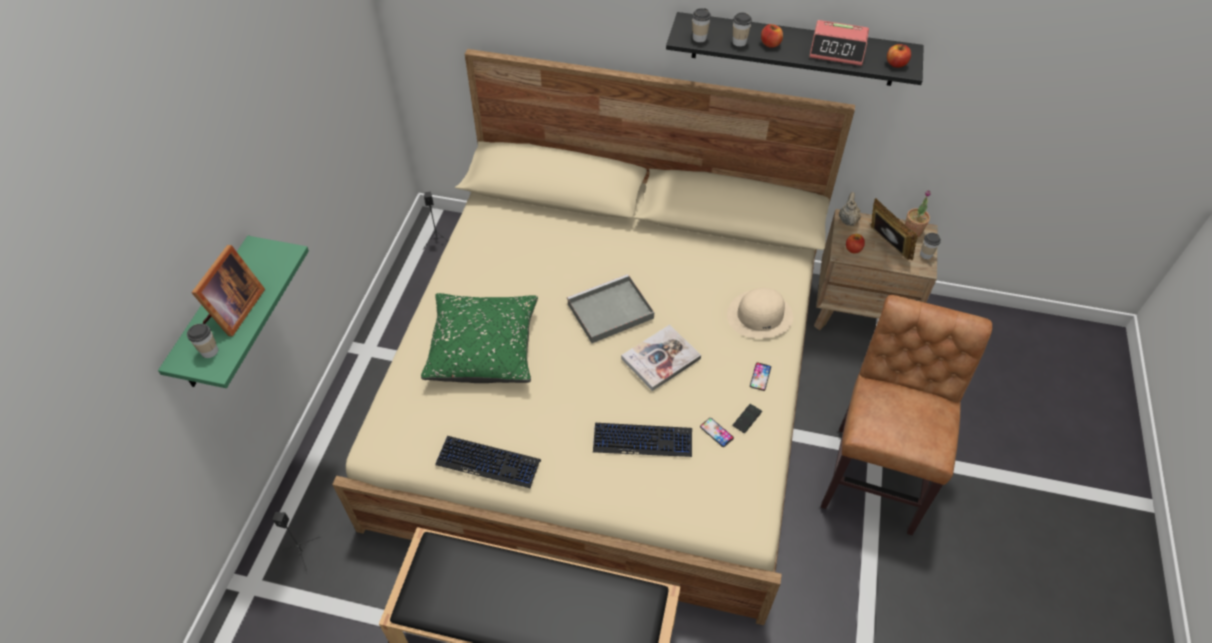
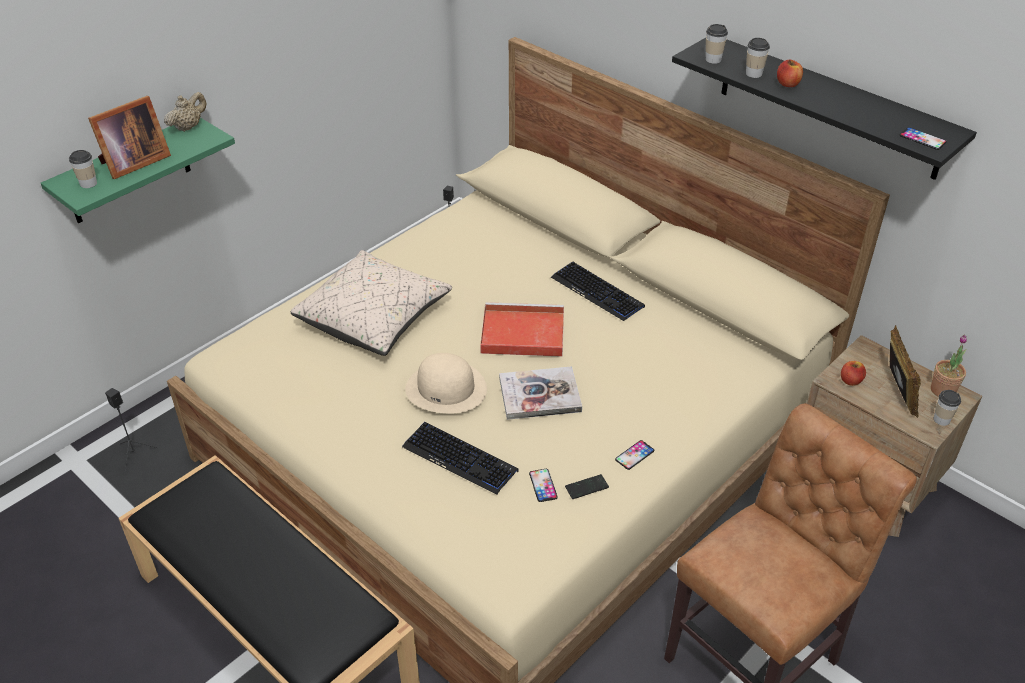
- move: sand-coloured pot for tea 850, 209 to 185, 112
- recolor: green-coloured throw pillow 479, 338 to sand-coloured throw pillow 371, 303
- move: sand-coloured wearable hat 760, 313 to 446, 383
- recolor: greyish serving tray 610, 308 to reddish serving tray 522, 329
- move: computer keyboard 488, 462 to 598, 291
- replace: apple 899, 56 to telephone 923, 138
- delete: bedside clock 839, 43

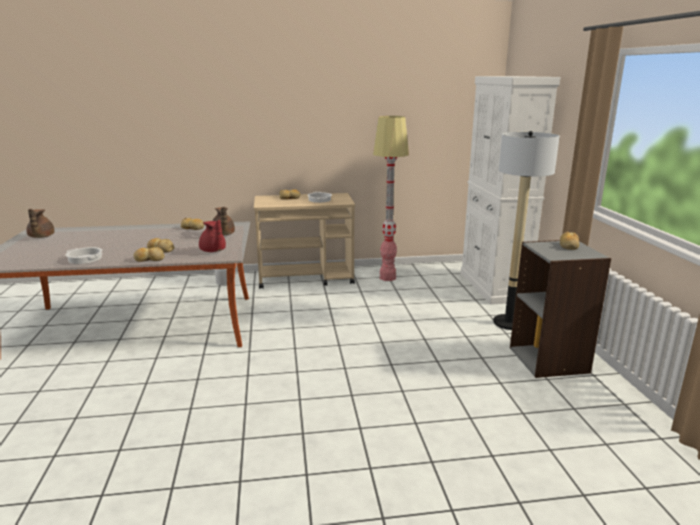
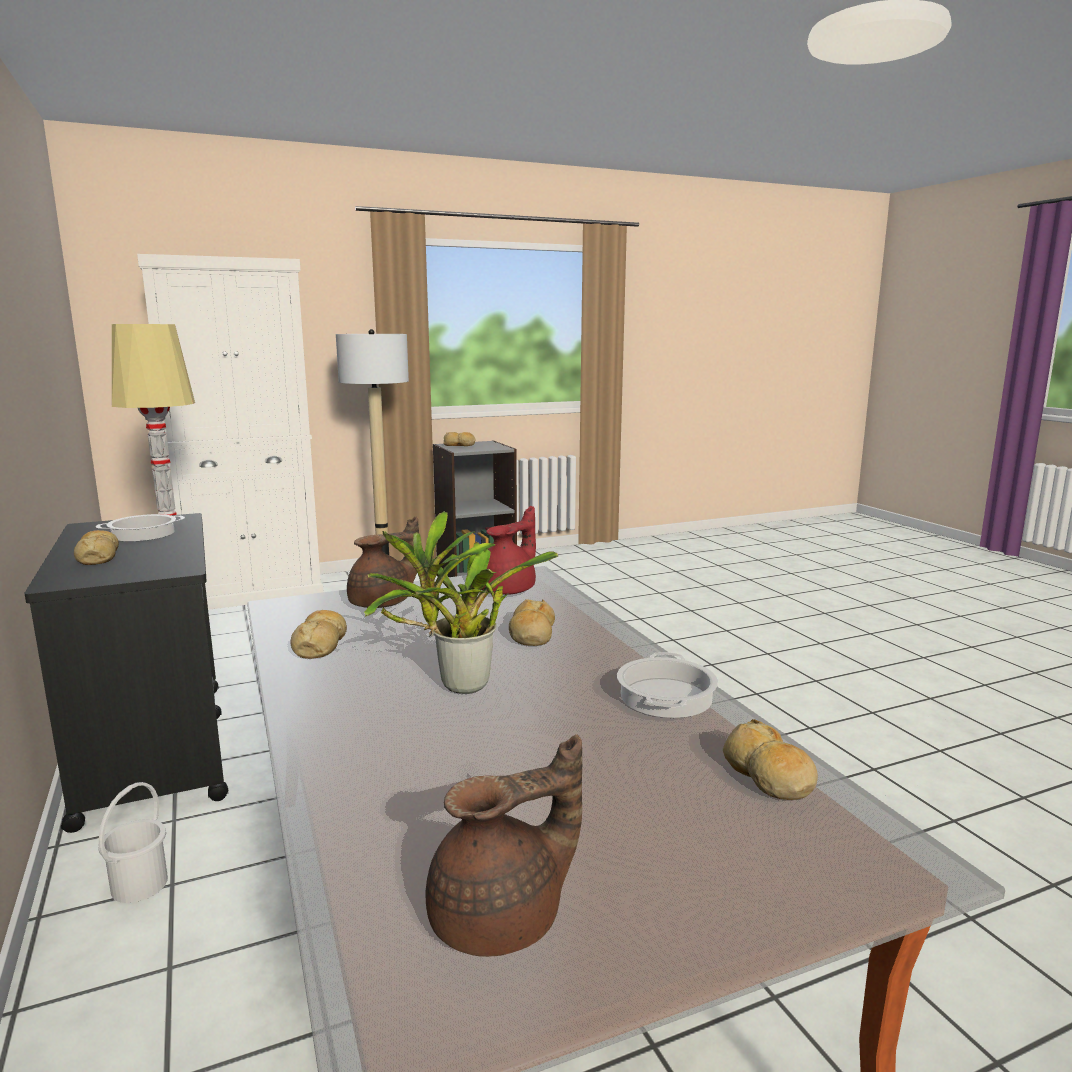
- recolor: sand-coloured cart 304, 241 to blackish cart 126, 673
- insert: plant in a pot 461, 602
- move: bakery bread 149, 254 to 770, 759

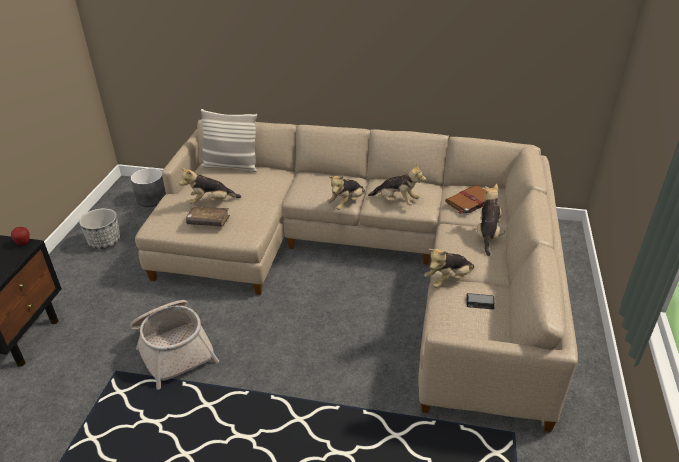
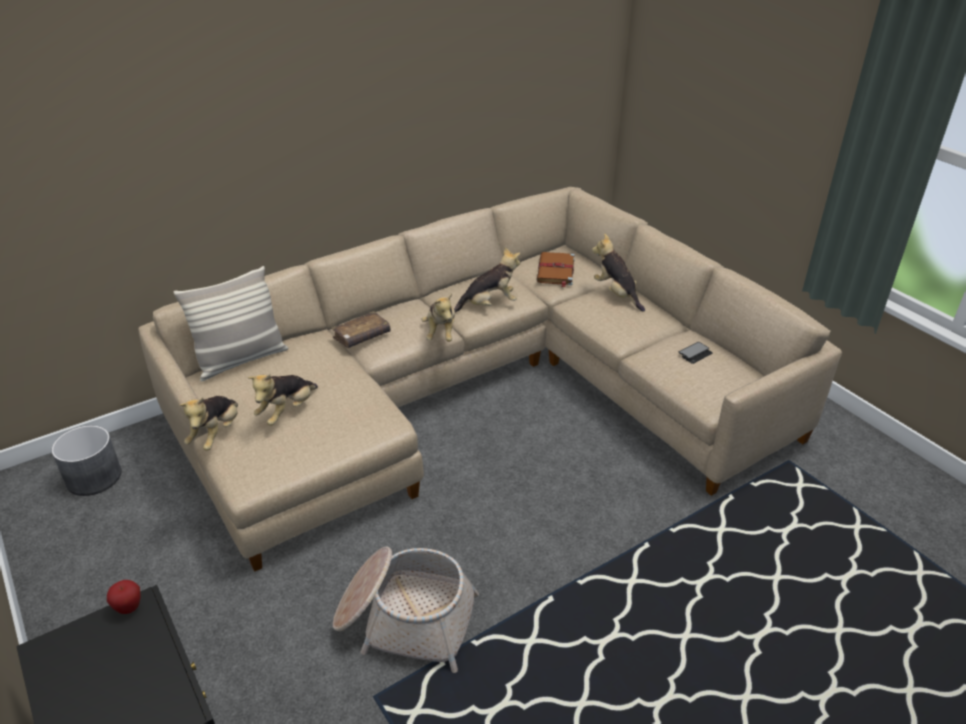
- move: cuddly toy 449, 268 to 209, 423
- move: brown bound book 208, 216 to 360, 329
- delete: flower pot 100, 228

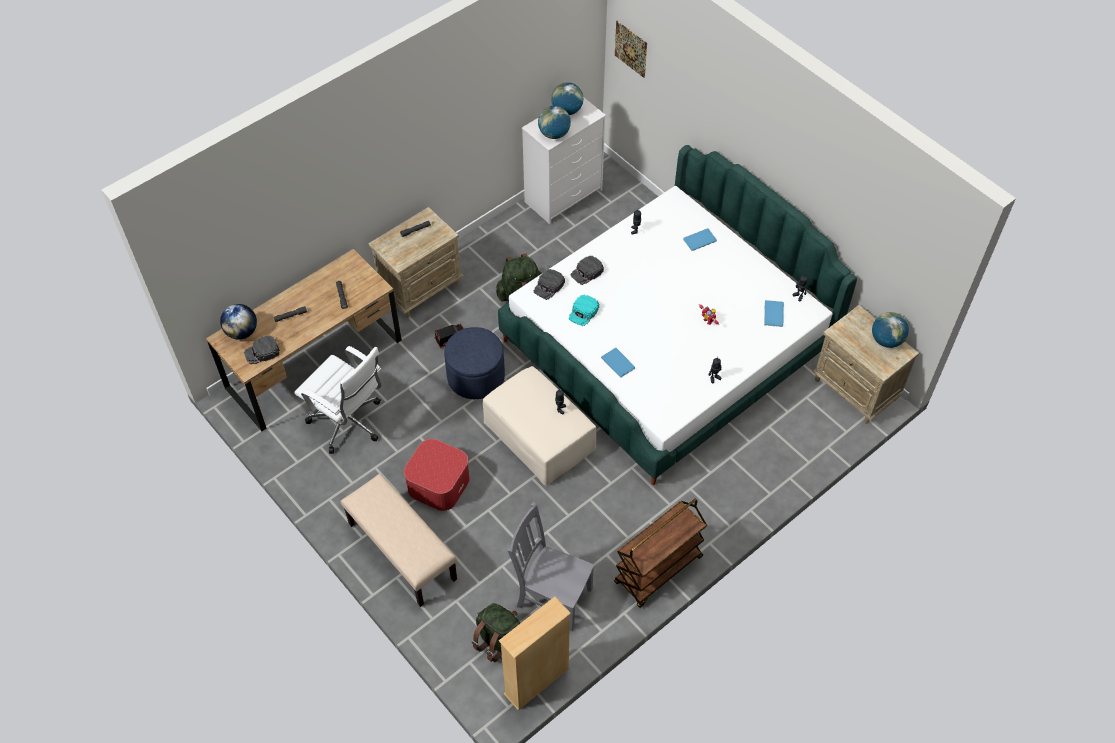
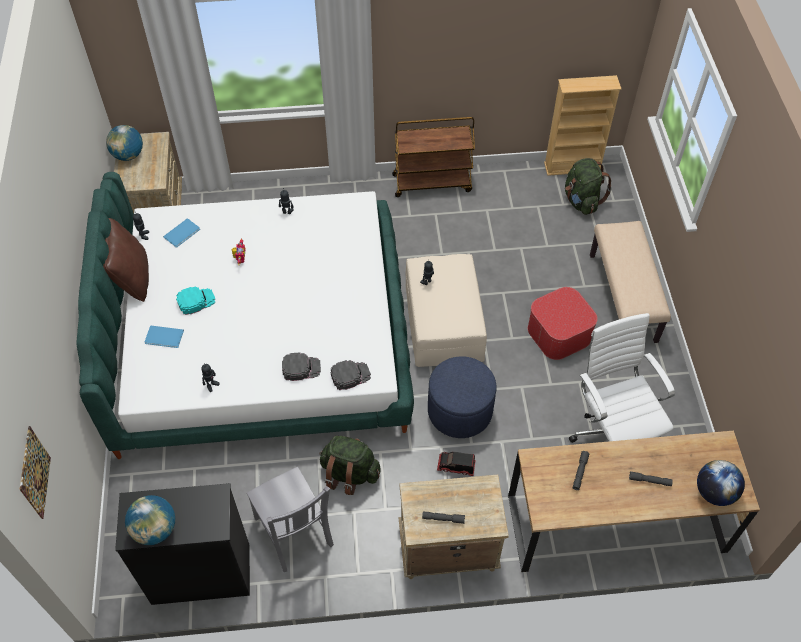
- insert: brown throw pillow 126, 260
- recolor: white-coloured dresser 564, 160 to blackish dresser 182, 544
- move: turquoise baseball cap 584, 310 to 195, 301
- move: greyish upright chair 550, 566 to 290, 519
- delete: blackish baseball cap 262, 350
- delete: world globe 554, 122
- delete: bluish bound book 618, 363

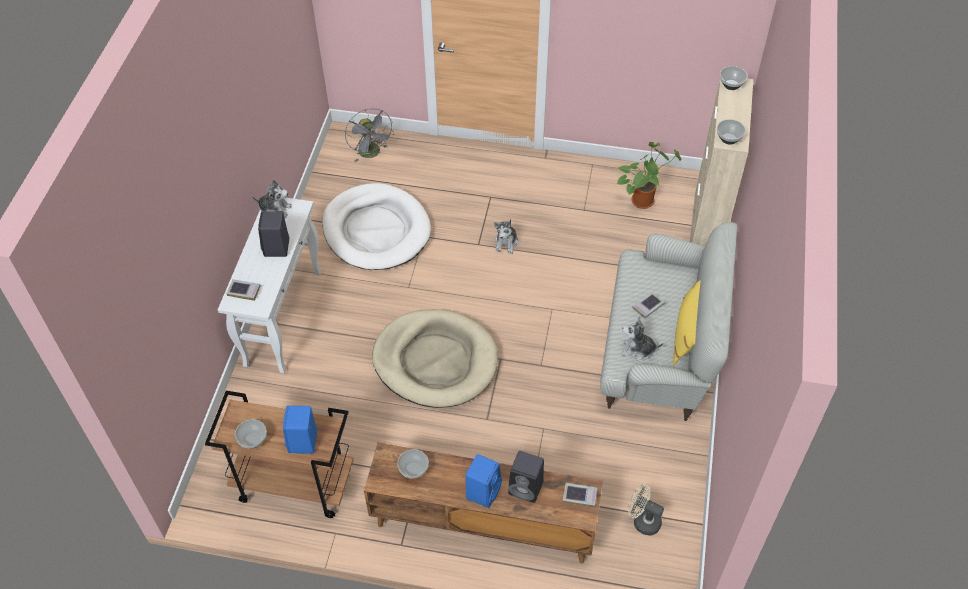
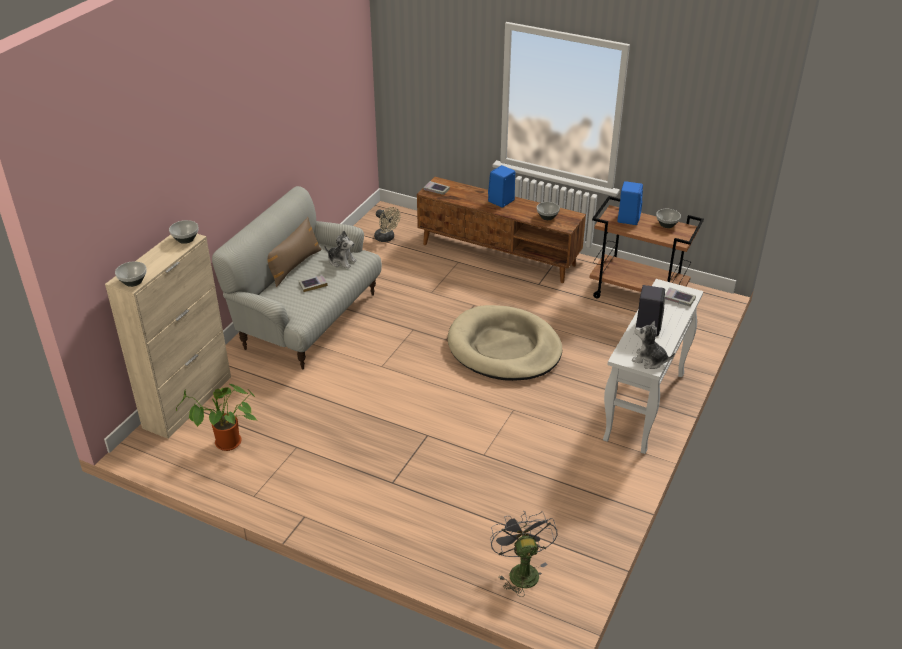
- recolor: yellow-coloured throw pillow 687, 323 to brown throw pillow 295, 252
- delete: white-coloured dog bed 376, 226
- delete: cuddly toy 506, 236
- delete: blackish speaker 526, 477

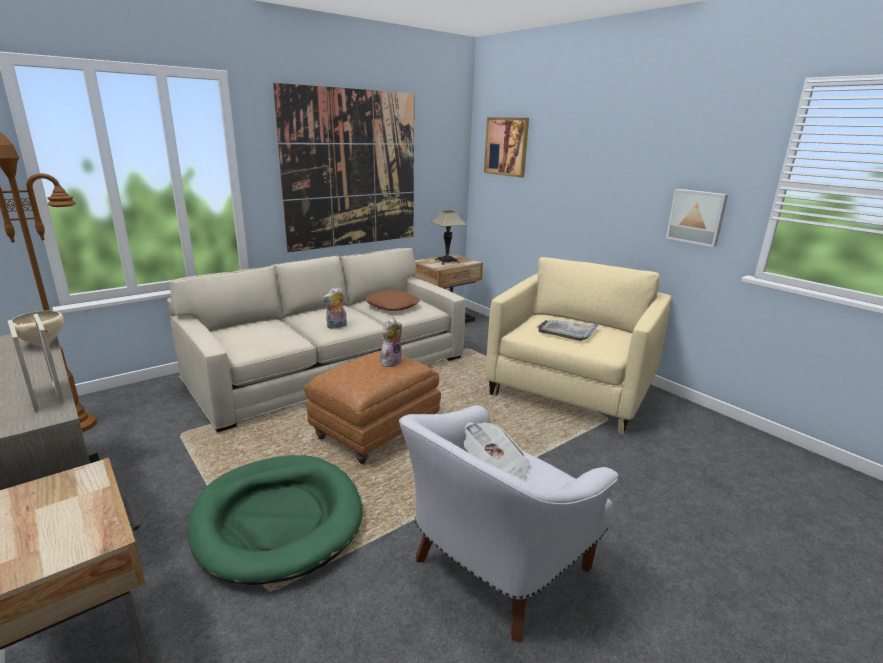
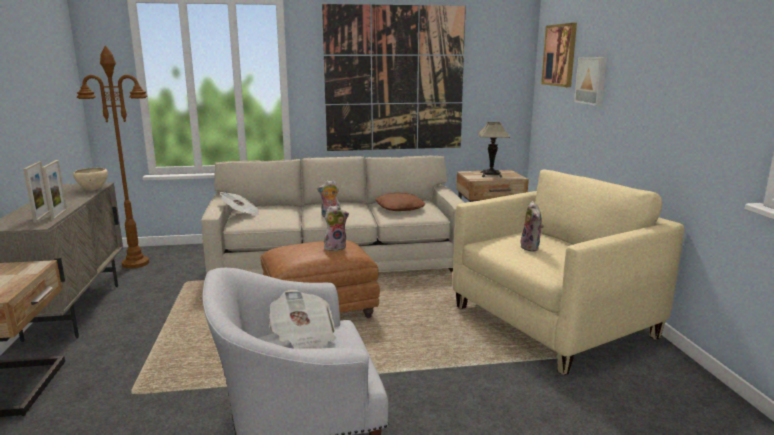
- insert: printed paper 239, 204
- replace: greyish serving tray 568, 330 to cuddly toy 532, 226
- move: wall art 697, 218 to 590, 81
- delete: green-coloured dog bed 275, 520

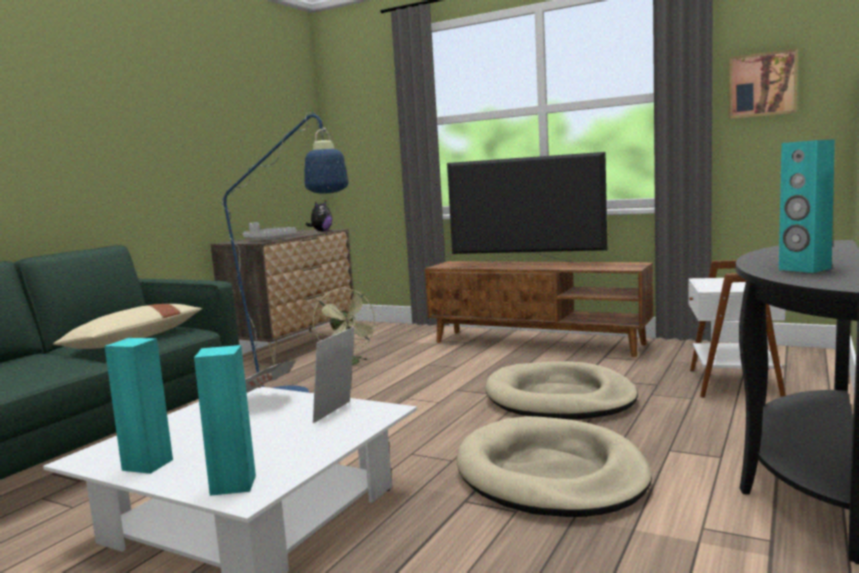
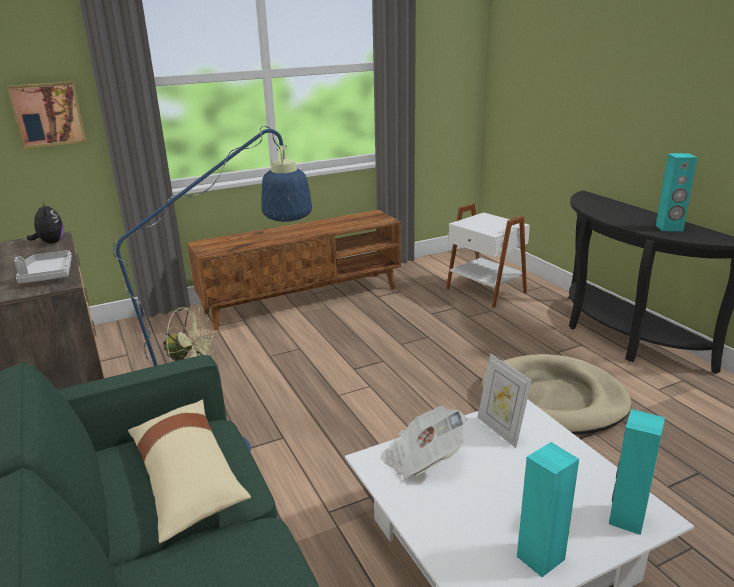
- move: wall art 763, 83 to 46, 115
- delete: television 527, 207
- delete: sand-coloured dog bed 561, 390

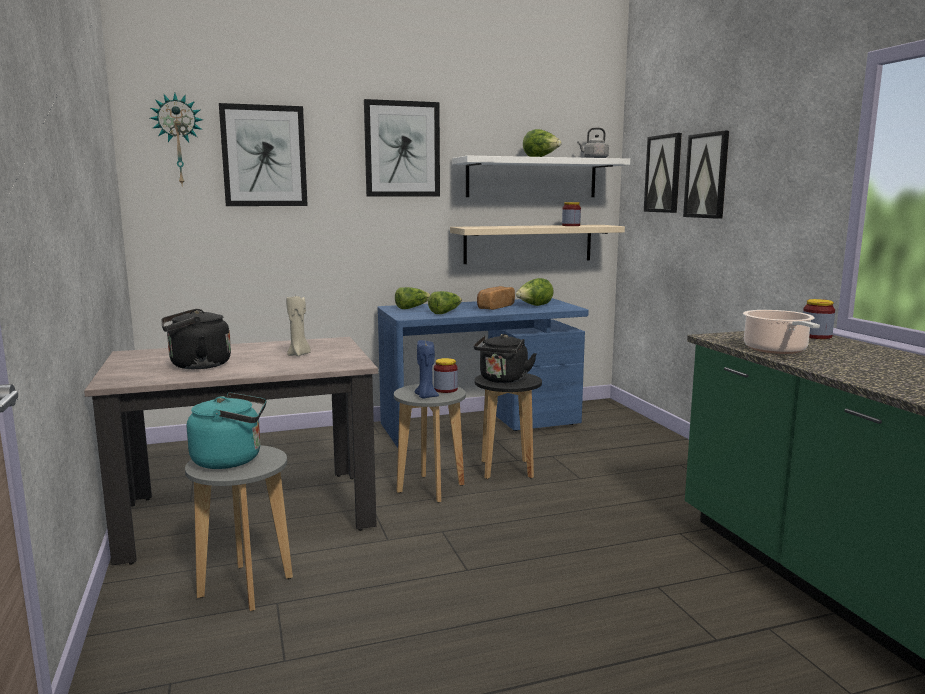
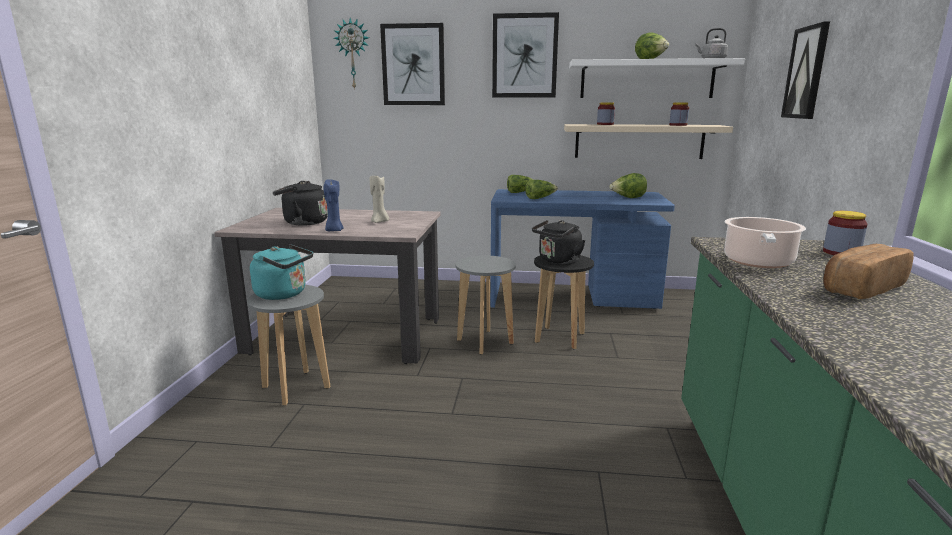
- move: bluish candle 427, 369 to 333, 205
- move: preserve jar 446, 375 to 606, 114
- move: bakery bread 496, 298 to 869, 271
- delete: wall art 663, 173

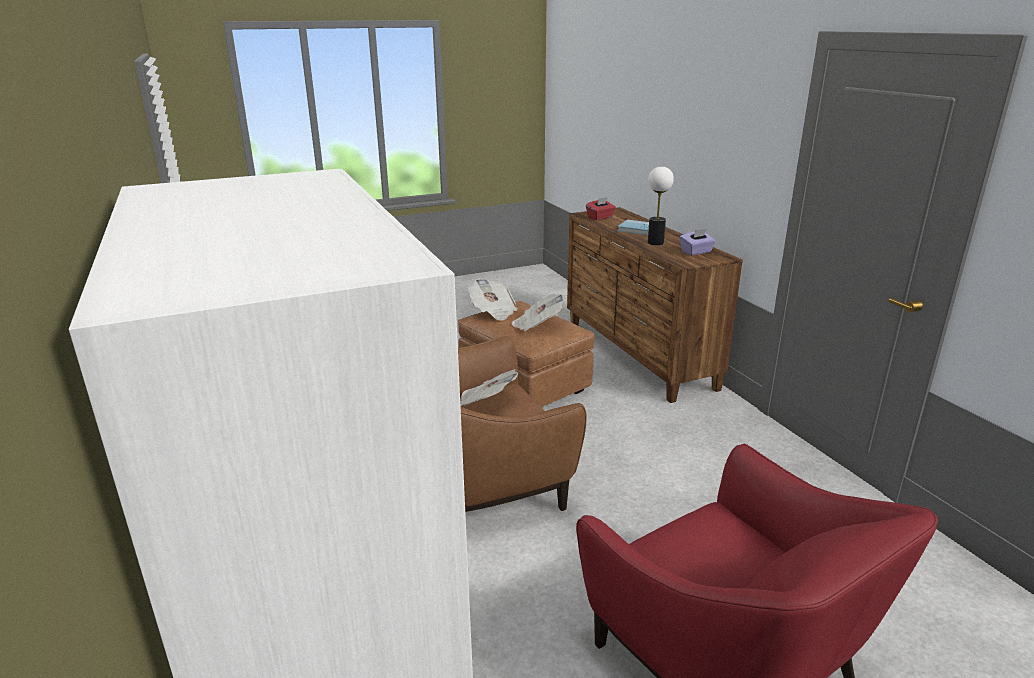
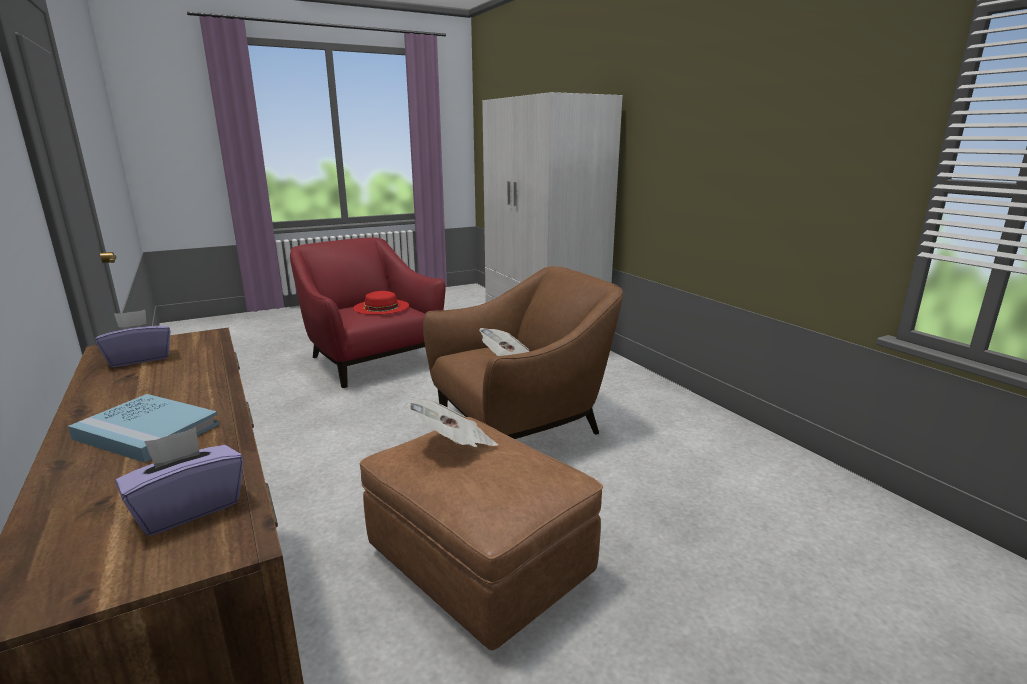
- recolor: reddish tissue holder 601, 208 to purple tissue holder 179, 481
- insert: reddish wearable hat 381, 303
- delete: printed paper 493, 299
- delete: tabletop lamp 661, 205

